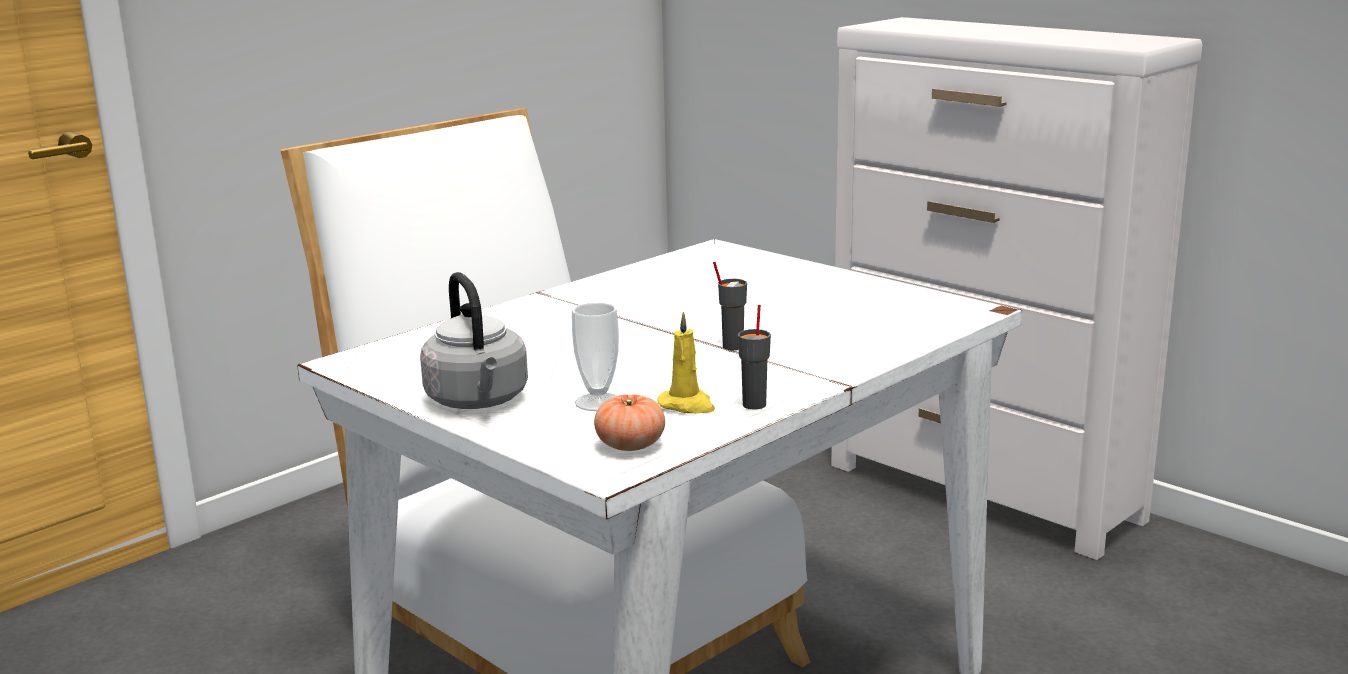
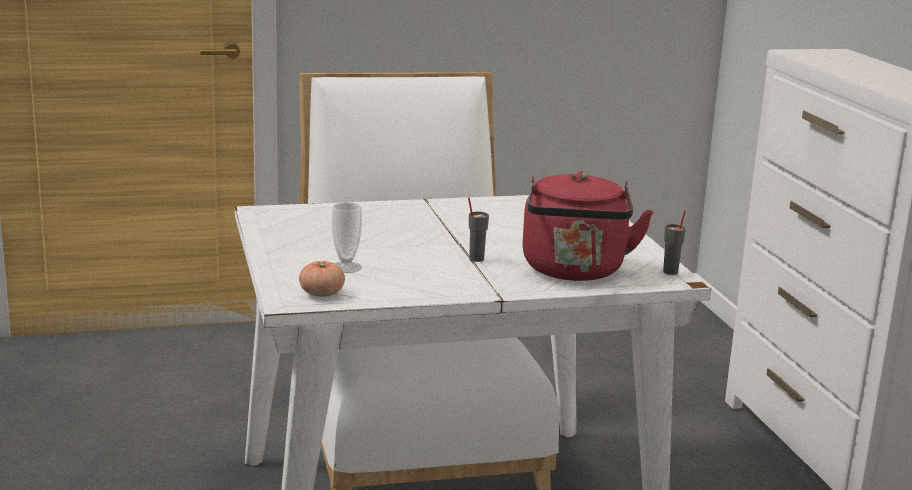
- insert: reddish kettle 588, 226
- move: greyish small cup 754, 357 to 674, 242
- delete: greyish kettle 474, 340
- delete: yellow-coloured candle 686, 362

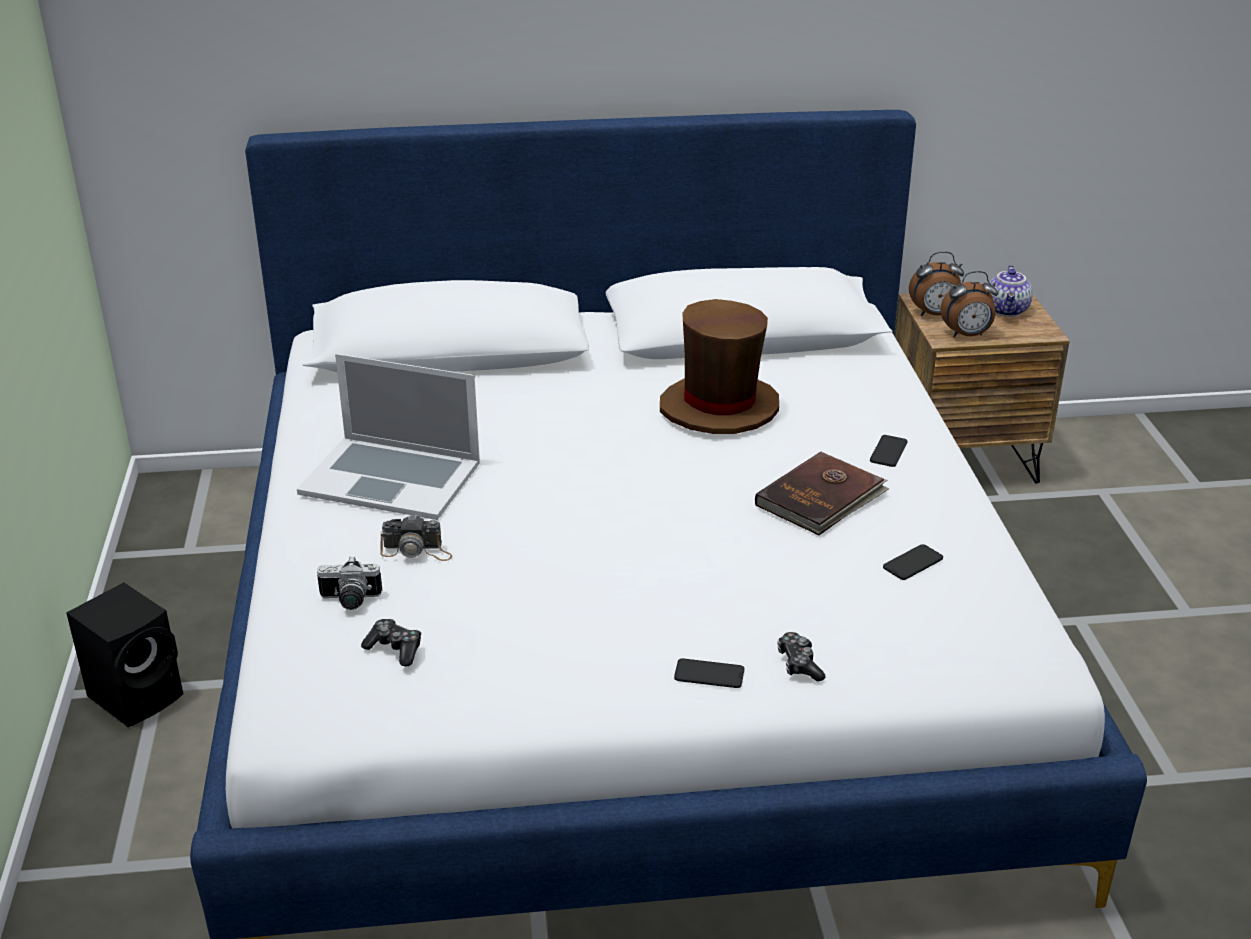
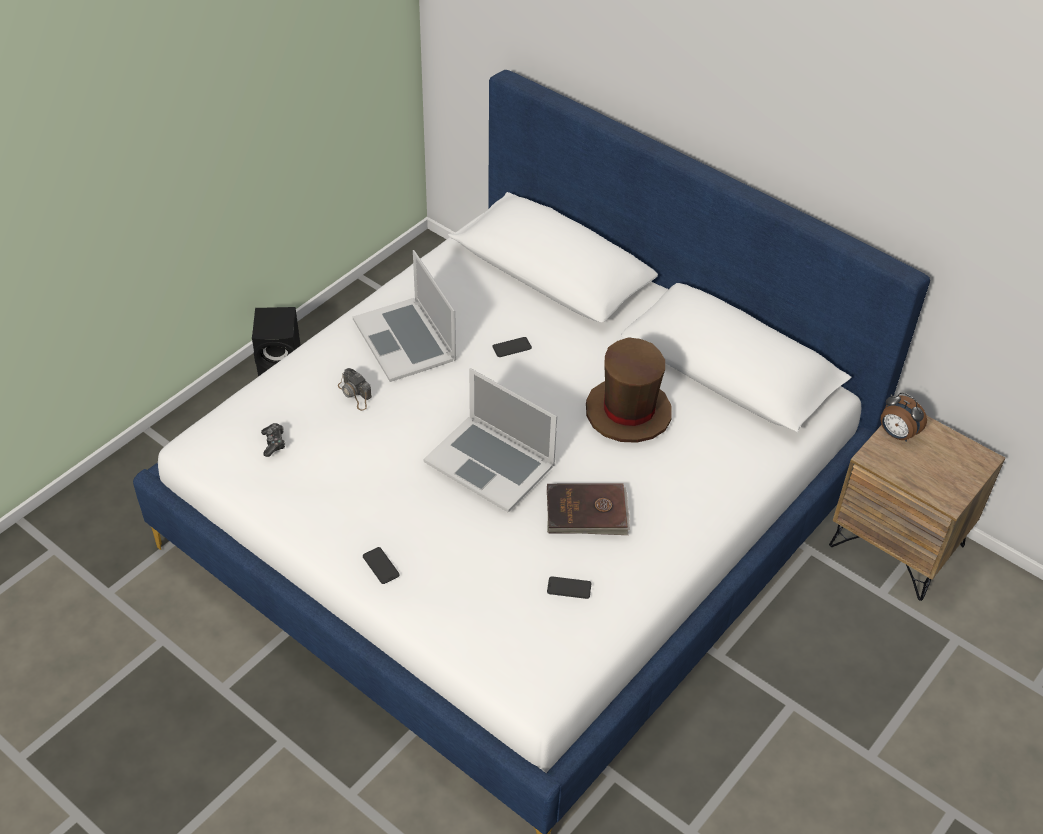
- insert: laptop 490, 440
- move: telephone 889, 451 to 512, 347
- delete: still camera 349, 583
- delete: game controller 801, 657
- delete: bedside clock 969, 304
- delete: pot for tea 1011, 291

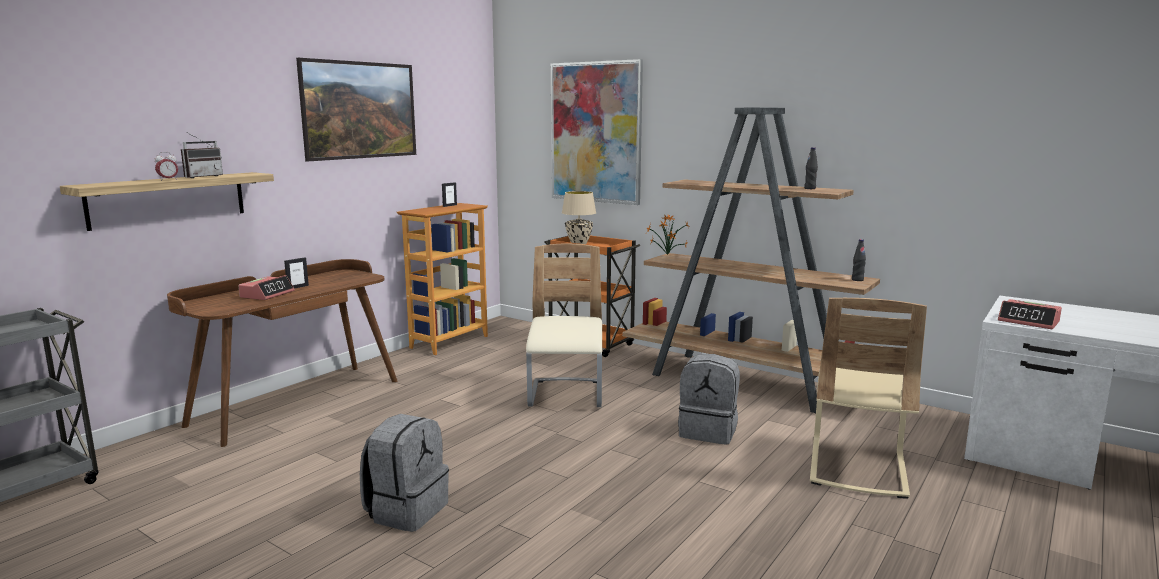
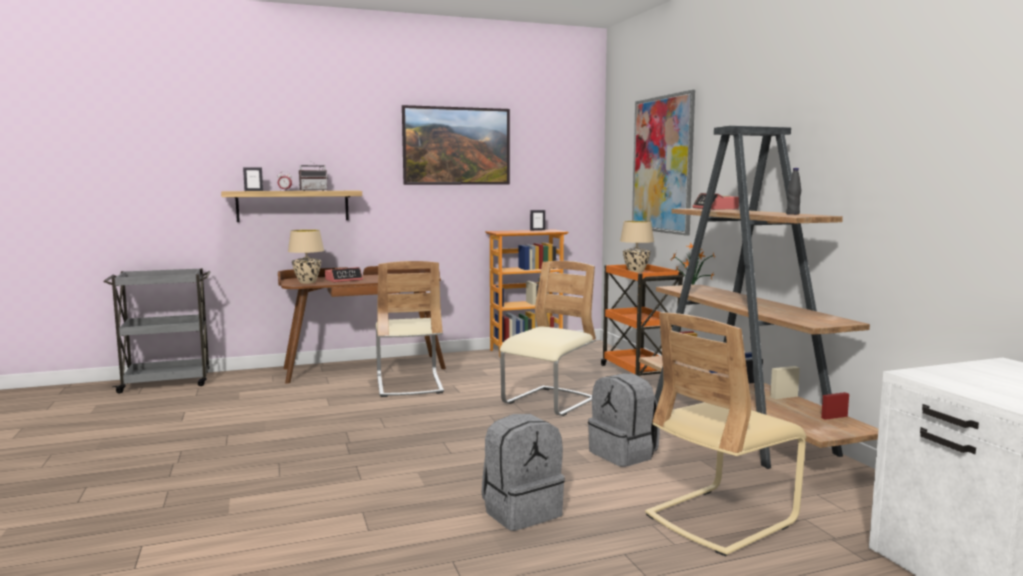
- move: standing frame 296, 273 to 253, 179
- insert: sand-coloured tabletop lamp 306, 256
- insert: sand-coloured upright chair 410, 329
- move: greyish rucksack 404, 473 to 523, 472
- move: bedside clock 1030, 314 to 715, 201
- delete: blackish drink bottle 859, 260

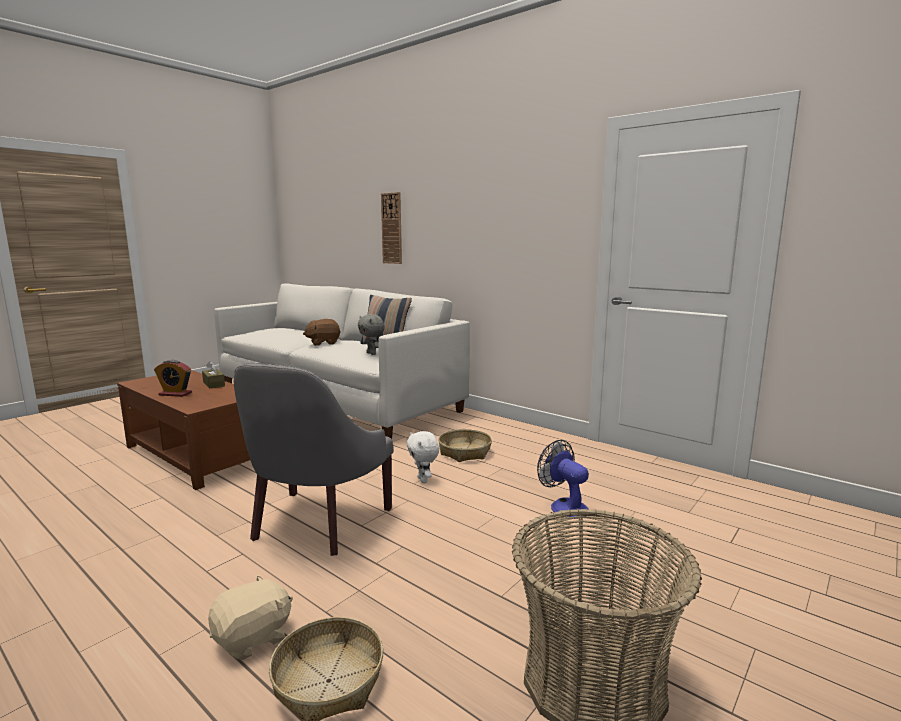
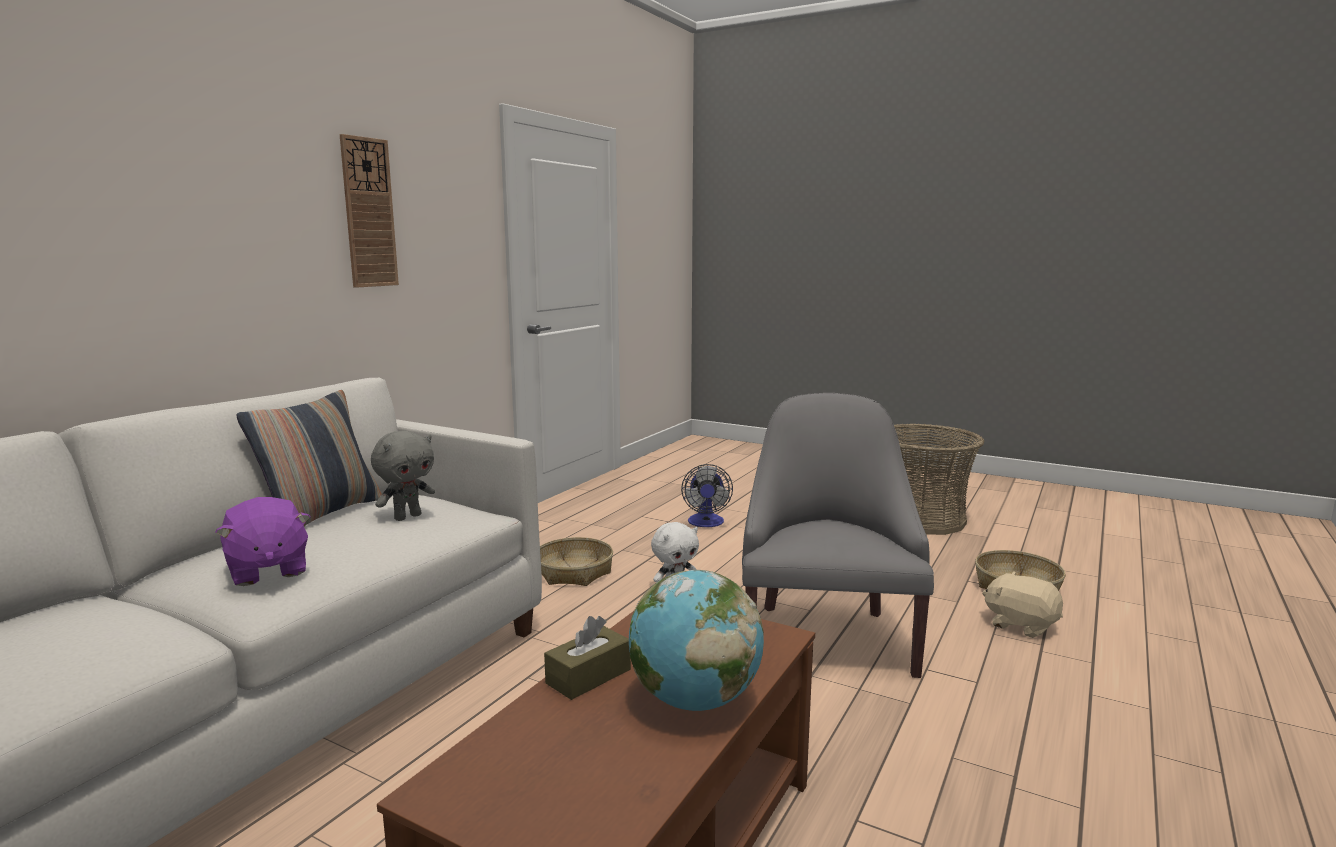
- recolor: brown cuddly toy 322, 332 to purple cuddly toy 263, 541
- move: clock on the wall 391, 228 to 369, 211
- replace: bedside clock 173, 378 to world globe 696, 640
- rotate: cooling fan 563, 479 = 707, 495 45 degrees counterclockwise
- rotate: greyish easy chair 313, 459 = 838, 535 90 degrees counterclockwise

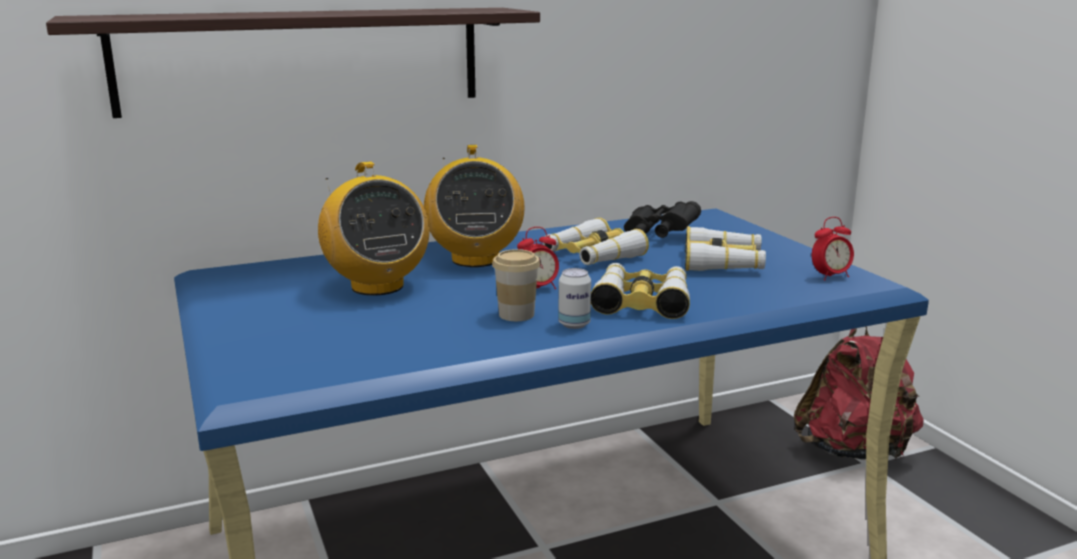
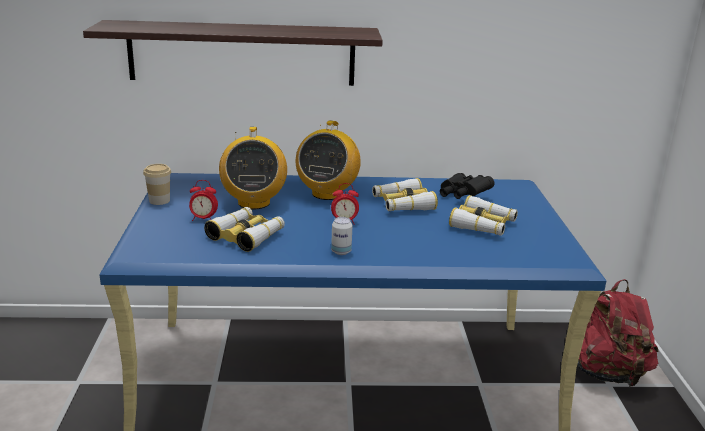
- move: small cup 516, 285 to 157, 184
- move: bedside clock 833, 248 to 203, 200
- move: binoculars 640, 291 to 244, 229

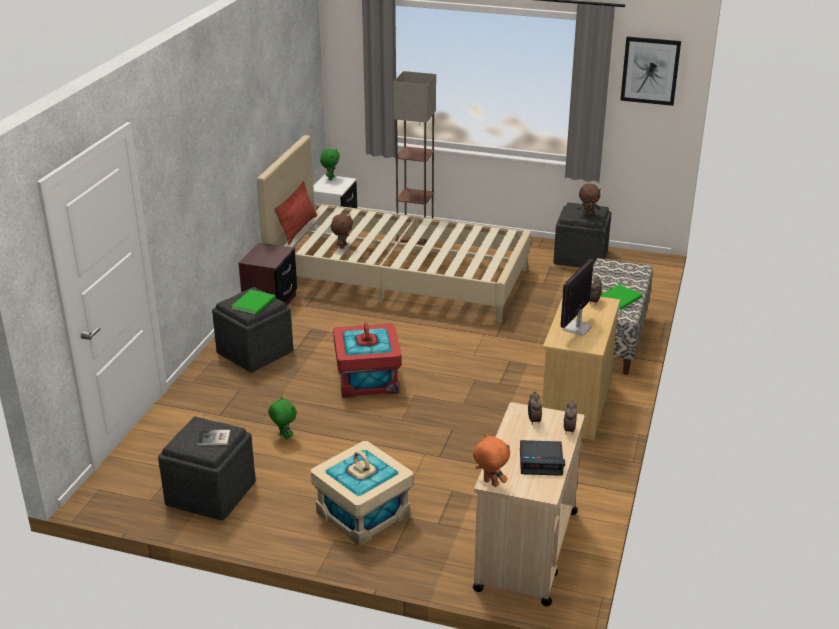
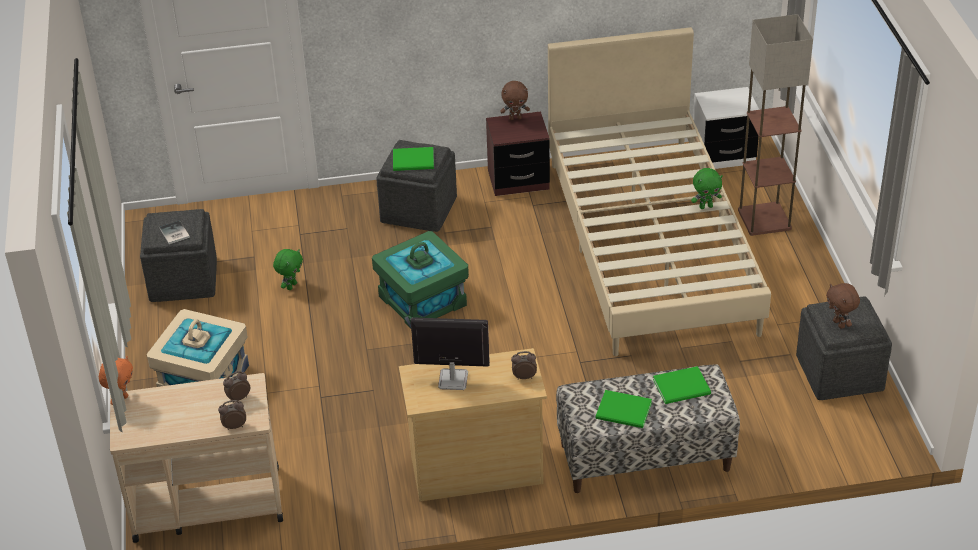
- recolor: reddish storage bin 367, 360 to green-coloured storage bin 420, 279
- move: brown cuddly toy 342, 231 to 515, 100
- insert: green-coloured bound book 682, 385
- move: green-coloured cuddly toy 330, 164 to 706, 188
- delete: throw pillow 296, 213
- delete: bedside clock 542, 458
- delete: wall art 650, 71

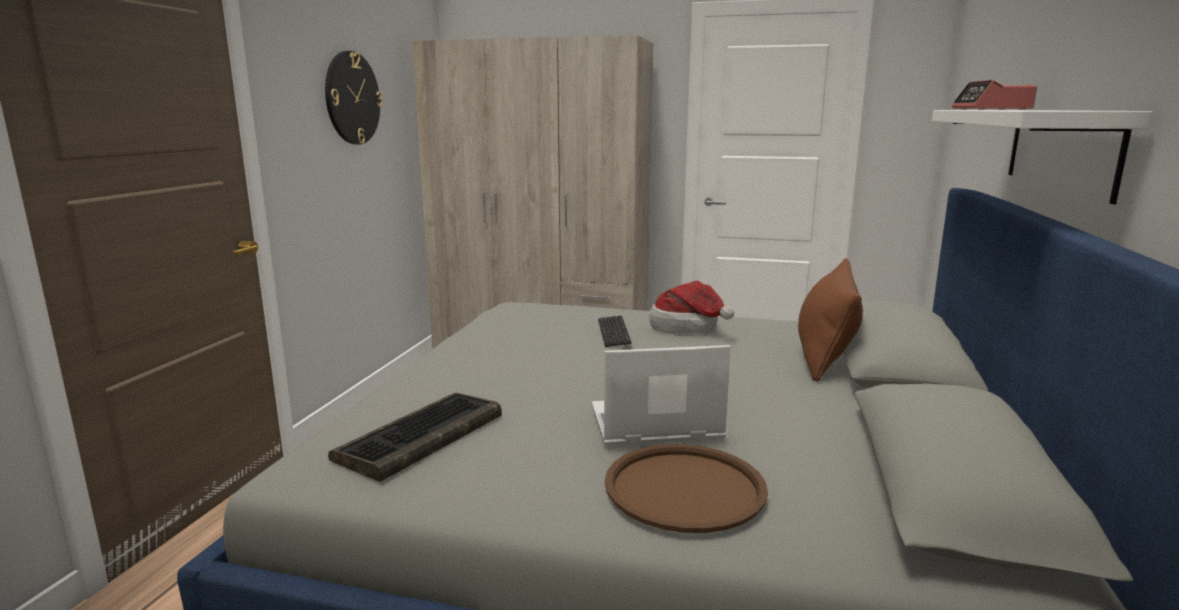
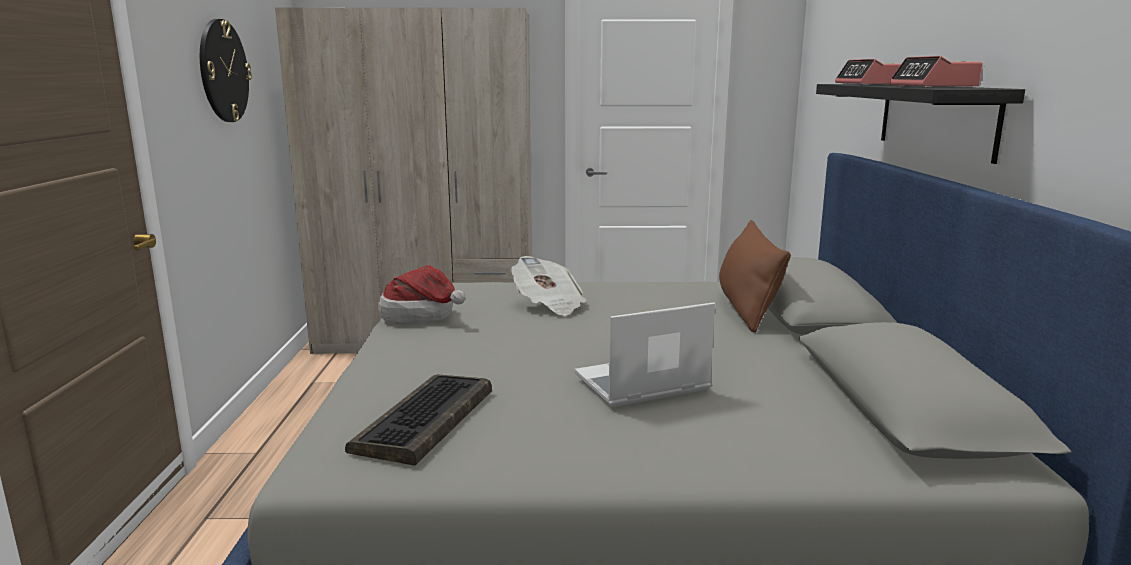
- move: wearable hat 692, 307 to 422, 294
- replace: computer keyboard 615, 331 to printed paper 548, 286
- recolor: white-coloured shelf 1042, 157 to blackish shelf 920, 124
- insert: bedside clock 936, 71
- delete: brown serving tray 686, 488

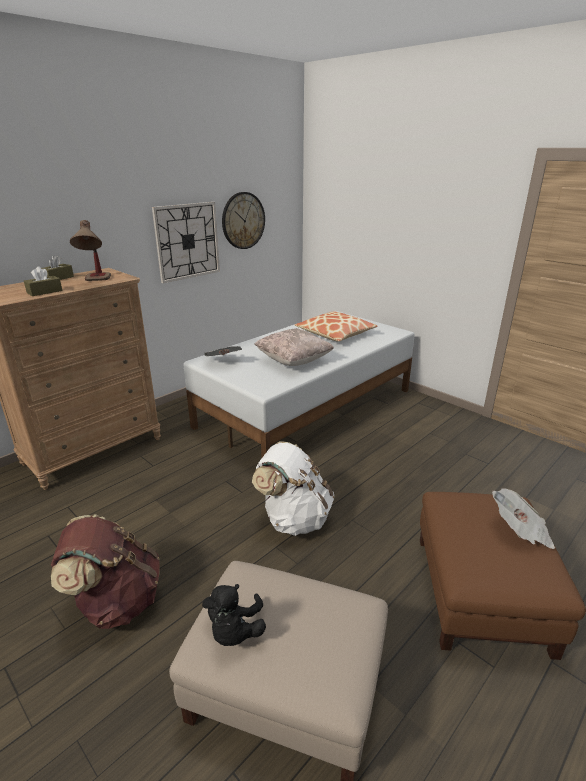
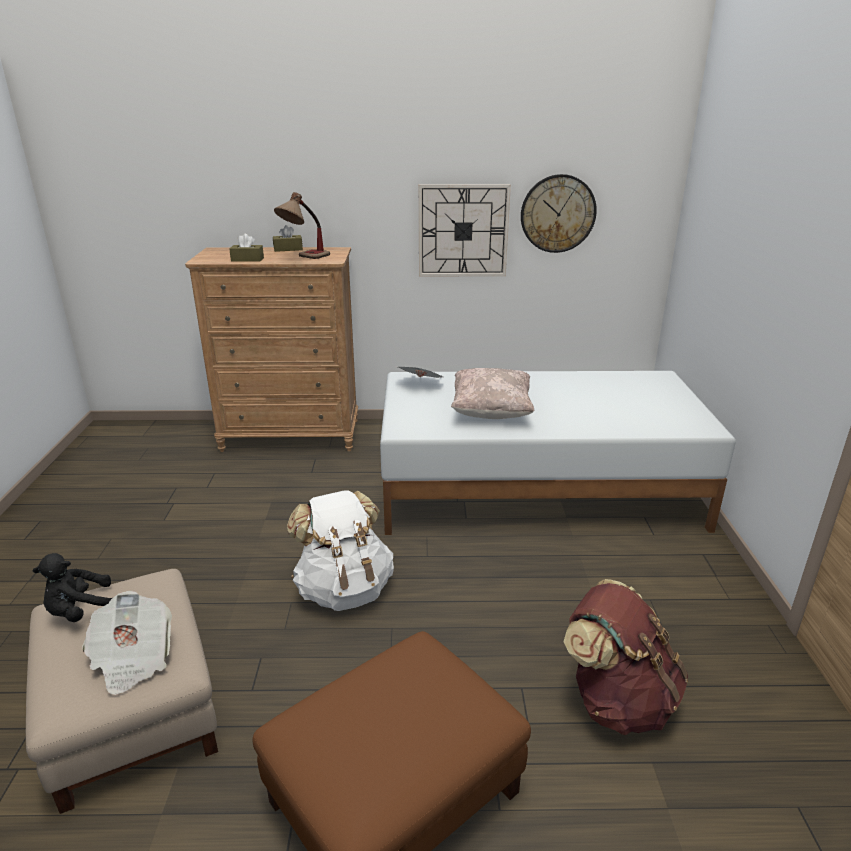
- move: printed paper 523, 518 to 127, 643
- move: brown rucksack 105, 571 to 626, 657
- delete: throw pillow 336, 327

